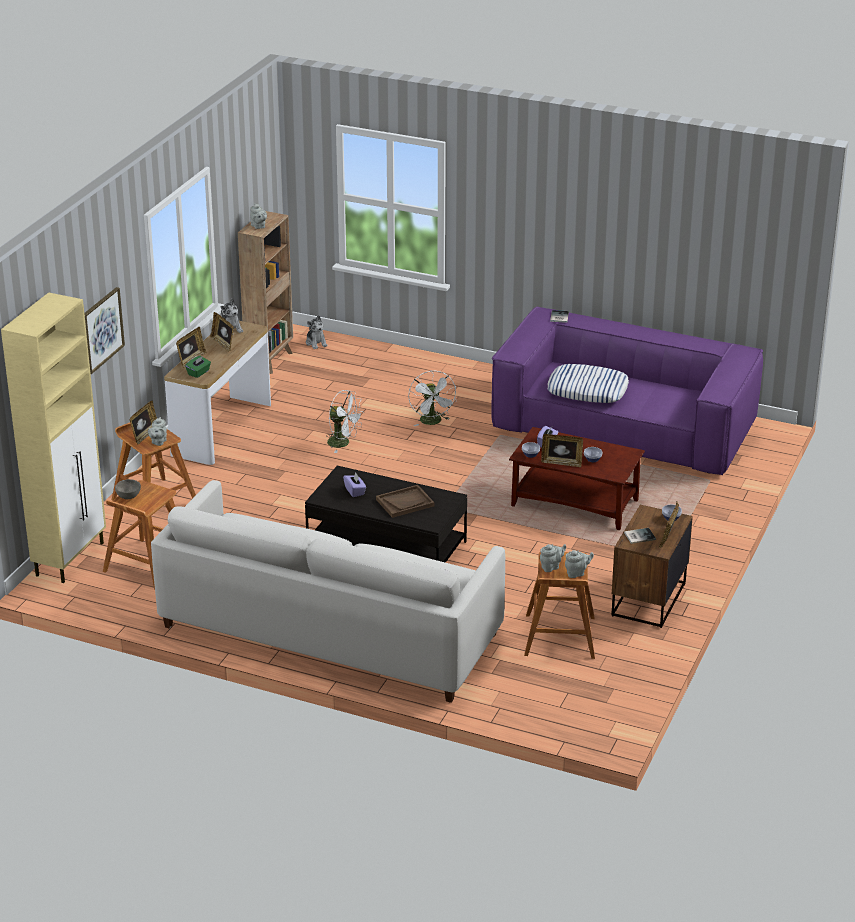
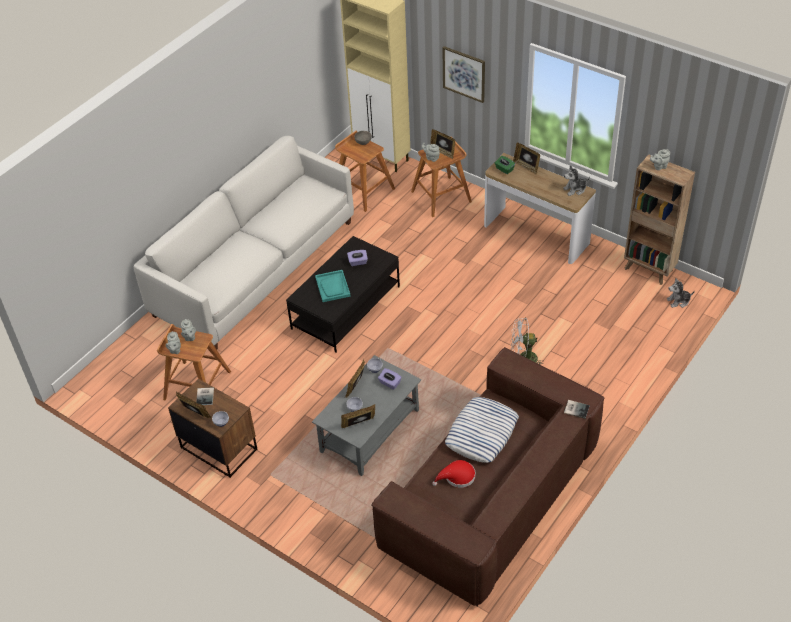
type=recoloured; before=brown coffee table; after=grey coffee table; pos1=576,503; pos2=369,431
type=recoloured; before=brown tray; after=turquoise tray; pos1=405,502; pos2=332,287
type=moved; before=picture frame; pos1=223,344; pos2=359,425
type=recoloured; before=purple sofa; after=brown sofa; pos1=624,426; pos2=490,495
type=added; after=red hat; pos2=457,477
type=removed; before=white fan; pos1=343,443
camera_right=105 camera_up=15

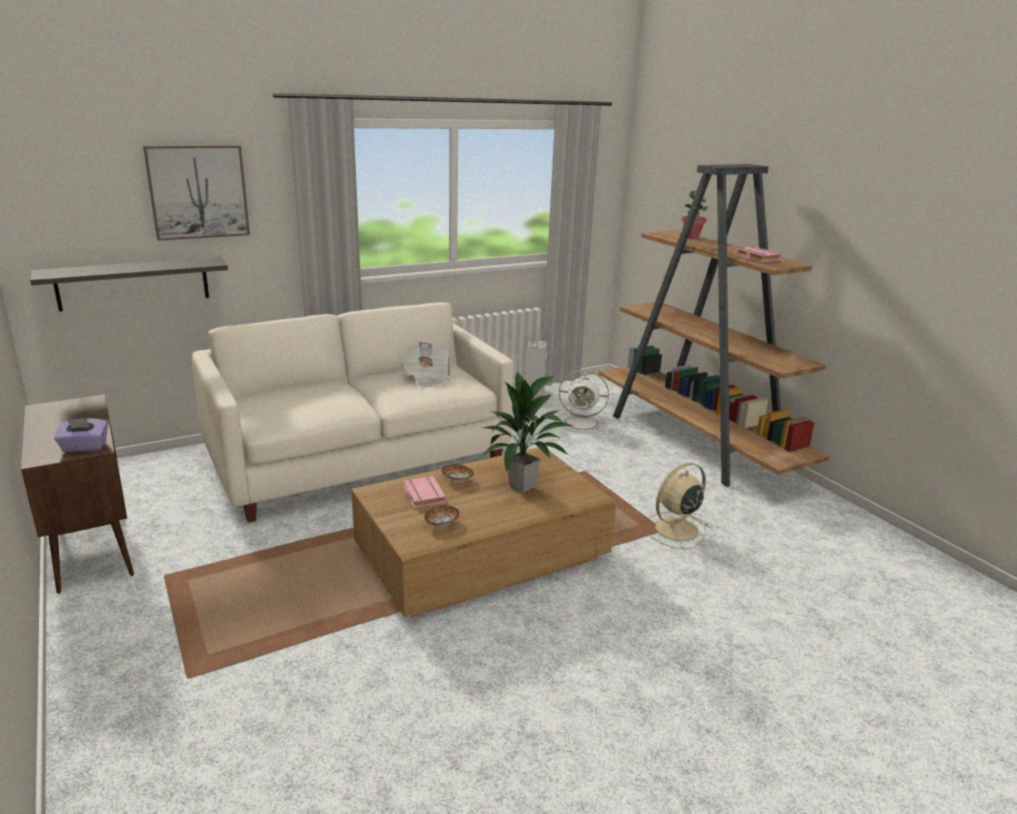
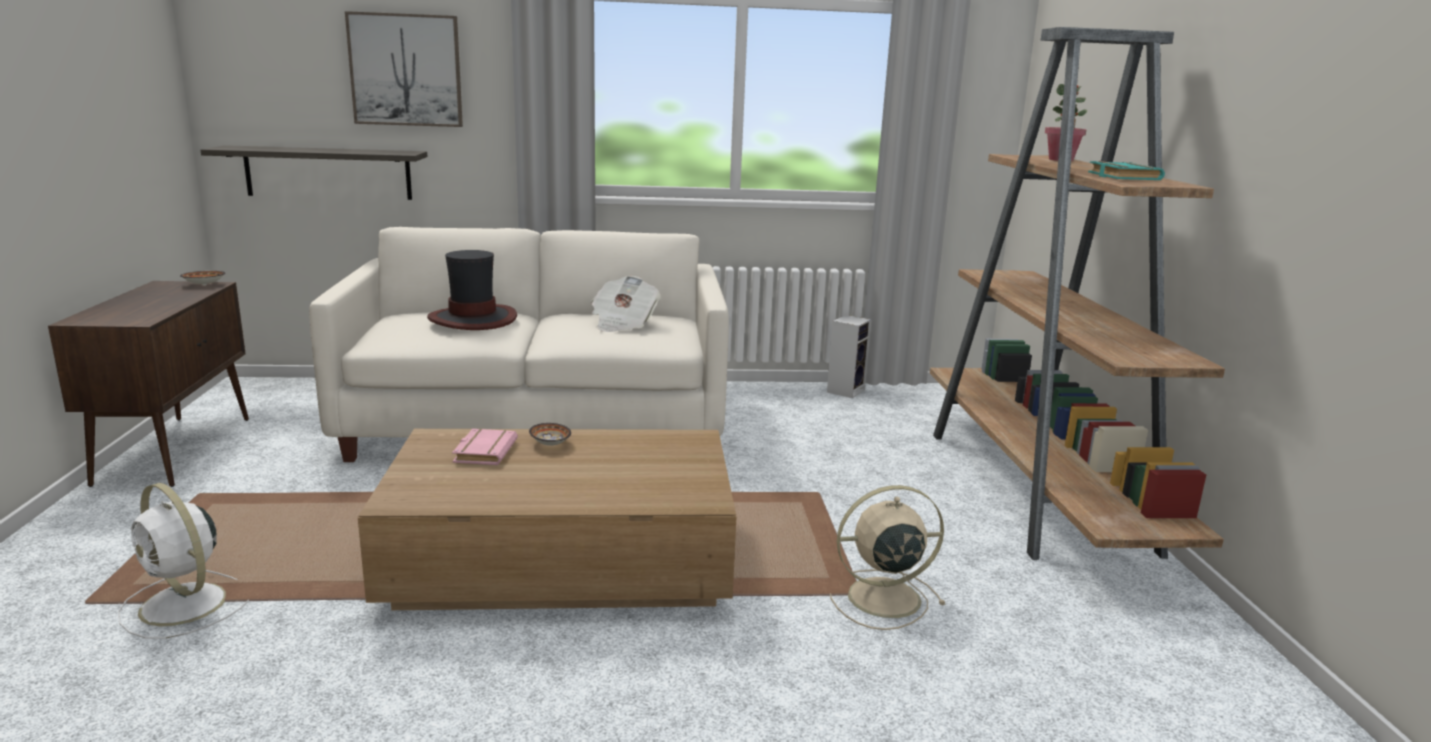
type=moved; before=white fan; pos1=583,423; pos2=185,605
type=moved; before=bowl; pos1=443,524; pos2=205,285
type=added; after=hat; pos2=473,319
type=recoloured; before=pink book; after=turquoise book; pos1=755,258; pos2=1121,177
type=removed; before=purple tissue box; pos1=84,447
type=removed; before=potted plant; pos1=523,486
camera_right=25 camera_up=-5

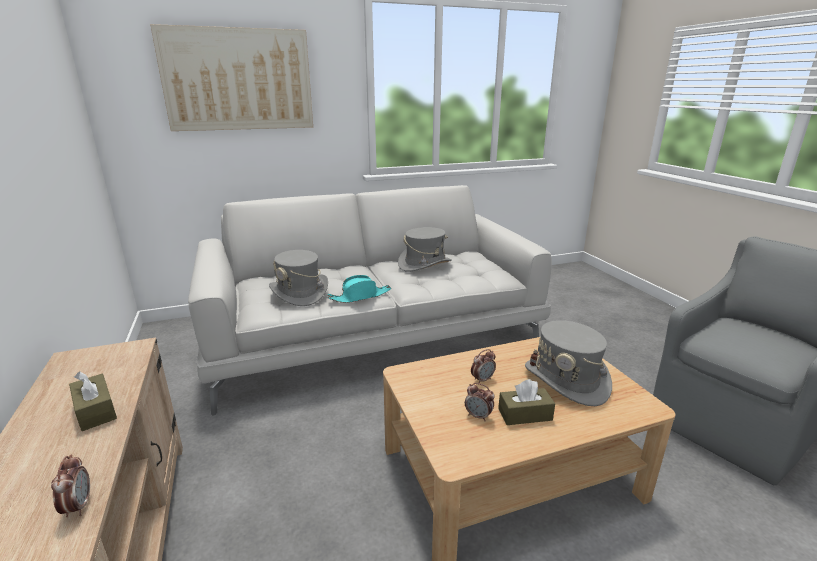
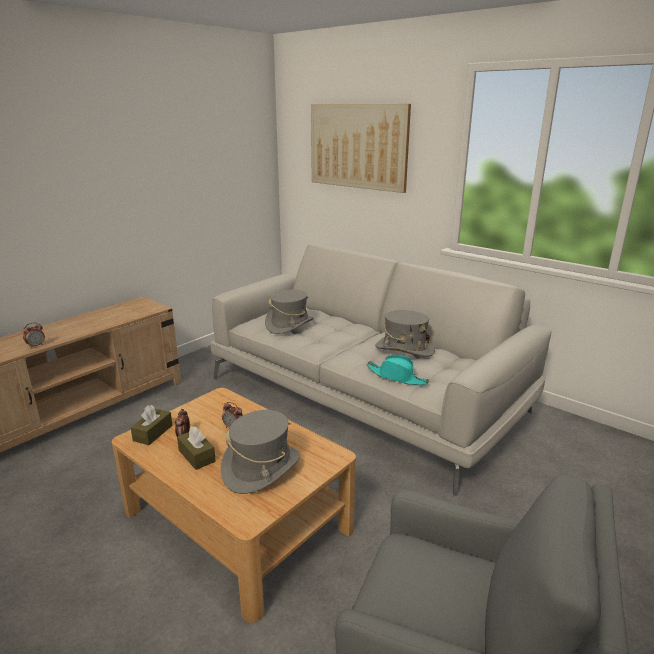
type=moved; before=brown tissue box; pos1=96,410; pos2=153,433
type=moved; before=turquoise hat; pos1=360,296; pos2=397,377
camera_right=60 camera_up=0

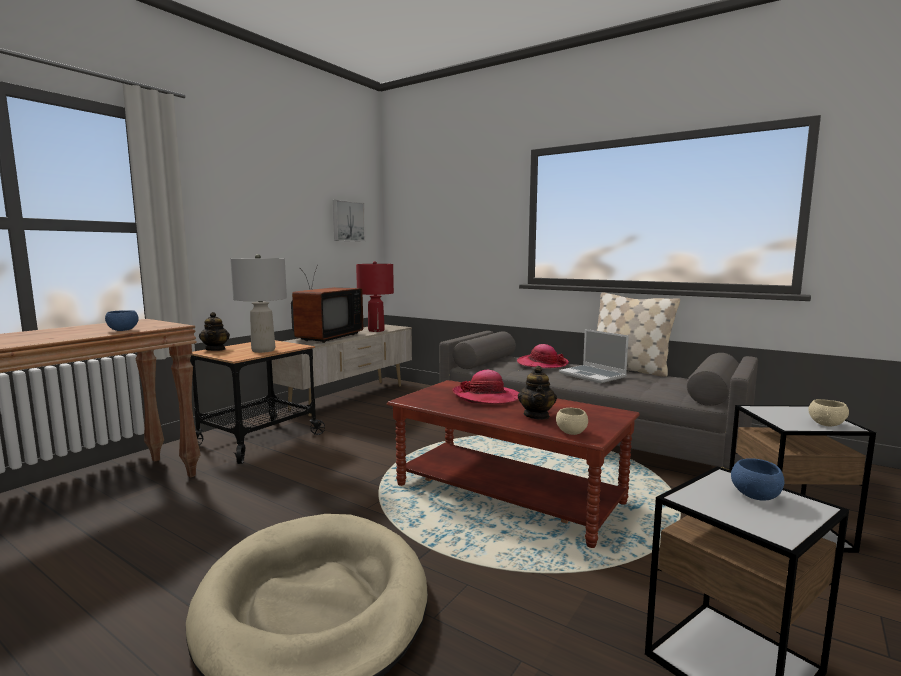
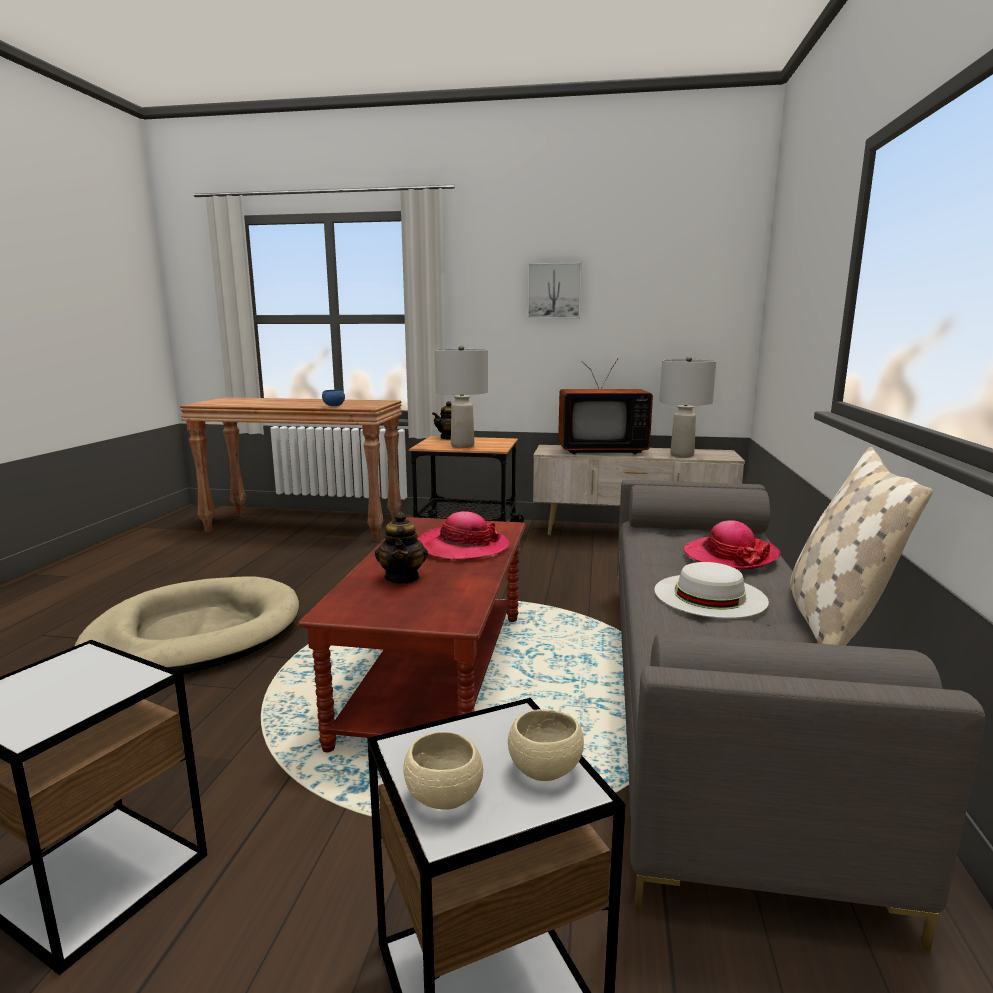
type=turned; before=teapot; pos1=537,415; pos2=403,578; turn=-75
type=moved; before=beige bowl; pos1=571,432; pos2=545,770
type=moved; before=picture; pos1=347,221; pos2=554,291
type=replaced; before=laptop; after=white hat; pos1=593,375; pos2=709,595
type=recoloured; before=red table lamp; after=grey table lamp; pos1=376,330; pos2=682,455
type=removed; before=blue bowl; pos1=755,496
camera_right=65 camera_up=5

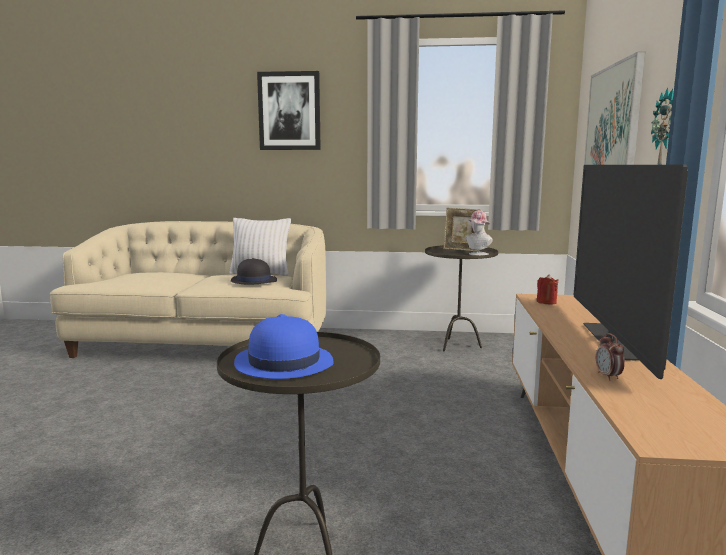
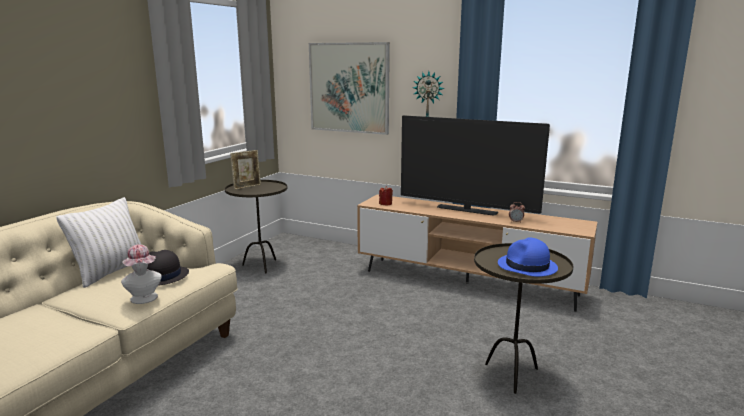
type=moved; before=hat; pos1=477,254; pos2=144,299
type=removed; before=picture; pos1=289,111
camera_right=-70 camera_up=5

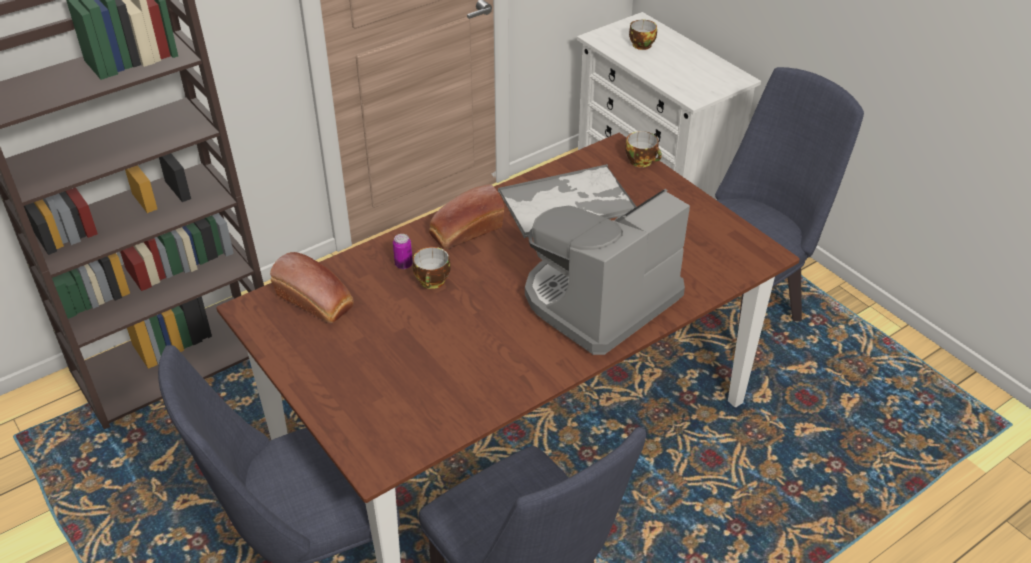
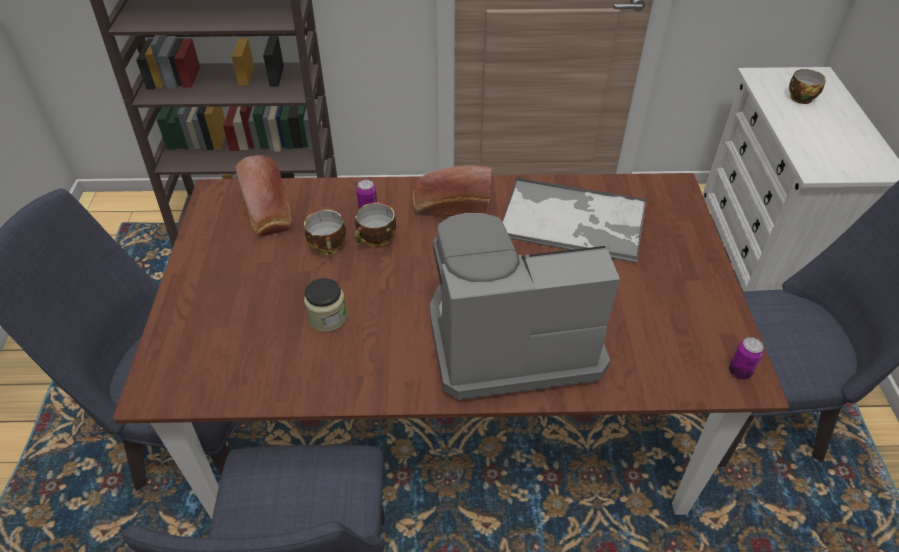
type=moved; before=cup; pos1=642,161; pos2=329,247
type=added; after=jar; pos2=327,318
type=added; after=can; pos2=739,372
camera_right=35 camera_up=5

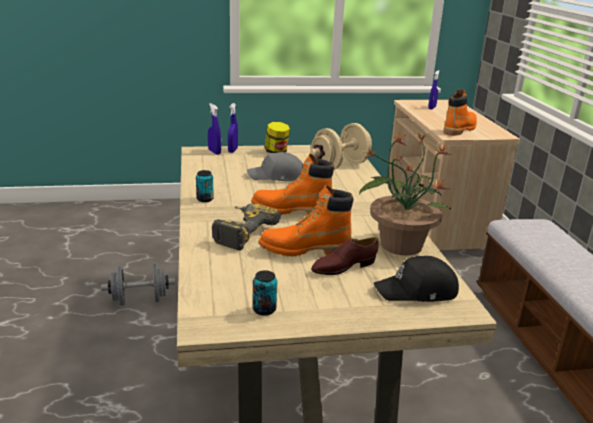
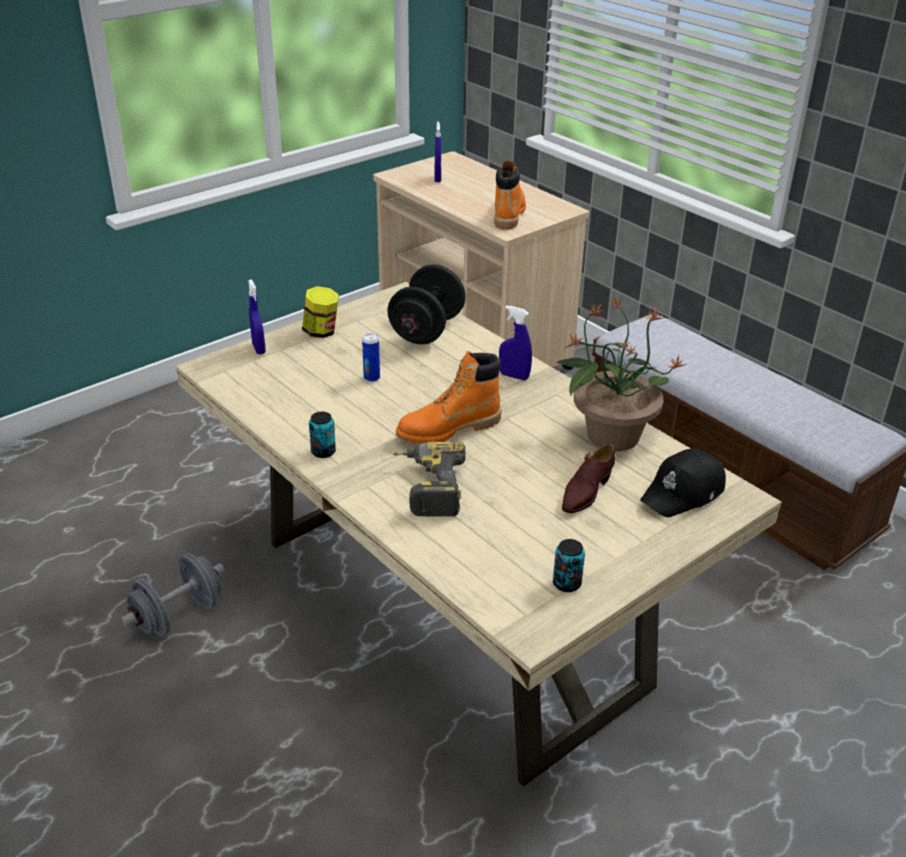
type=replaced; before=grey cap; after=can; pos1=278,177; pos2=371,378
type=recoloured; before=beige dumbbell; after=black dumbbell; pos1=340,165; pos2=427,330
type=moved; before=blue spray bottle; pos1=214,152; pos2=514,376
type=removed; before=orange boot; pos1=305,249
camera_right=-30 camera_up=10

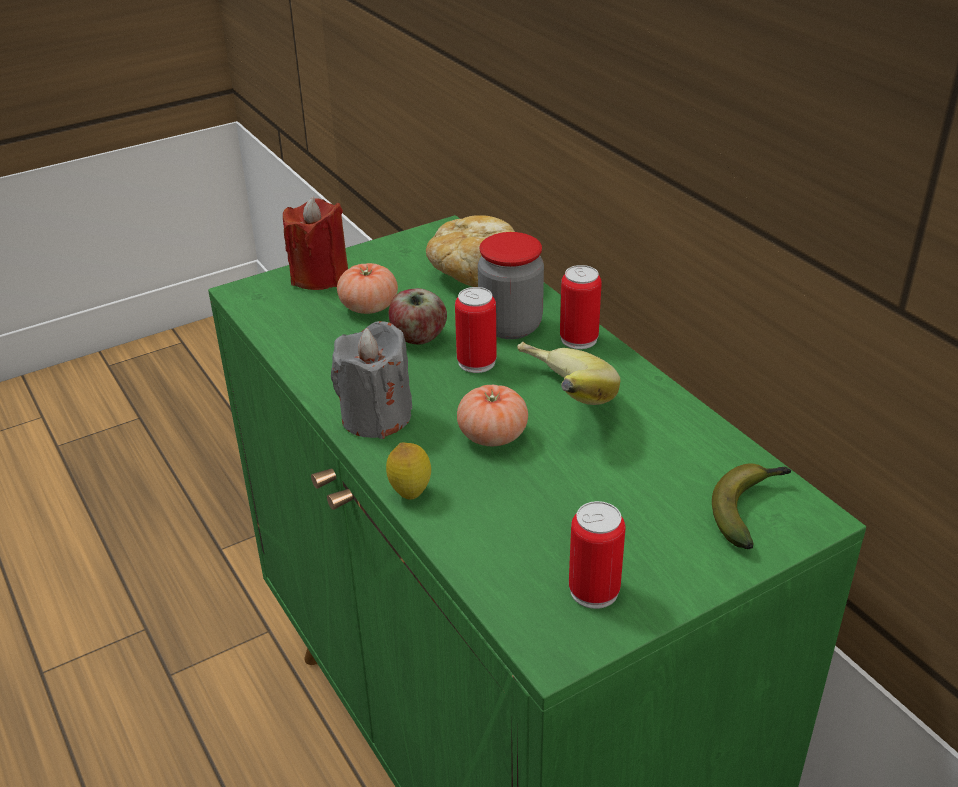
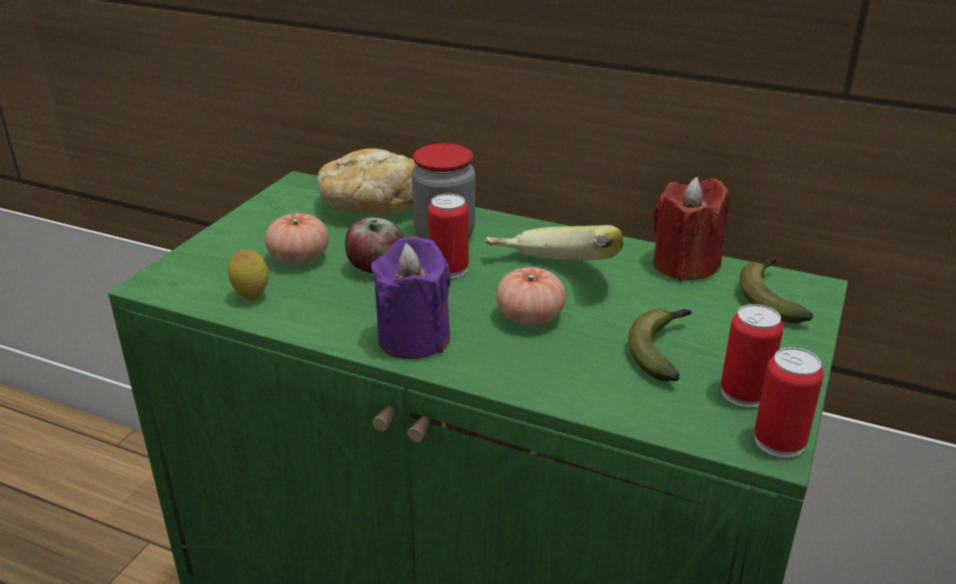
type=moved; before=lemon; pos1=410,493; pos2=251,297
type=recoloured; before=grey candle; after=purple candle; pos1=376,417; pos2=414,339
type=added; after=banana; pos2=662,349
type=moved; before=red candle; pos1=320,276; pos2=685,265
type=moved; before=can; pos1=578,339; pos2=779,442
camera_right=-35 camera_up=-5

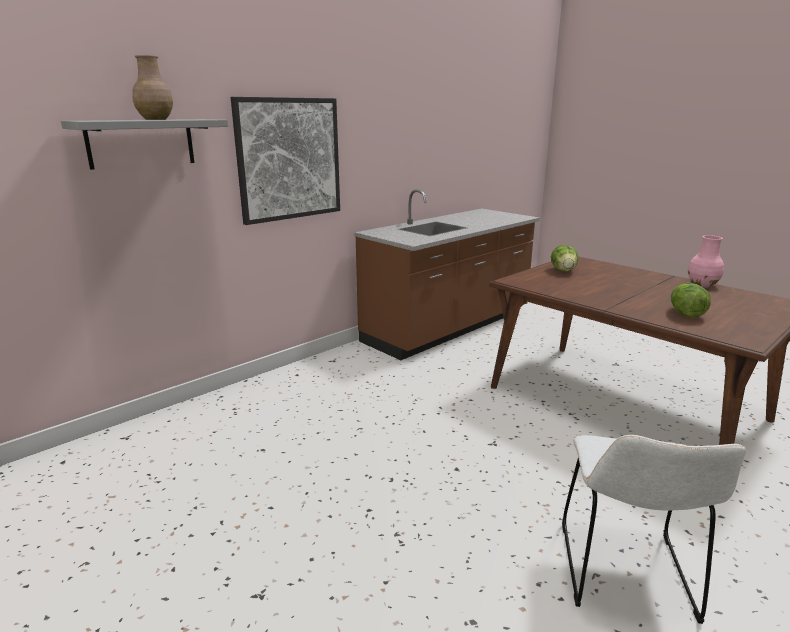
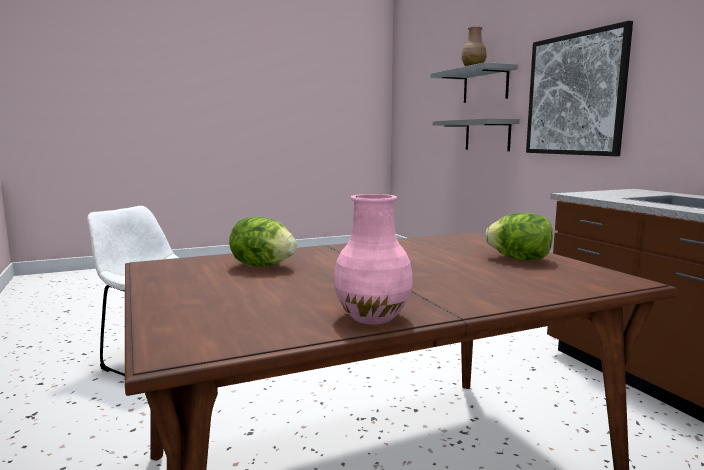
type=added; after=grey shelf; pos2=487,135
camera_right=110 camera_up=-10

